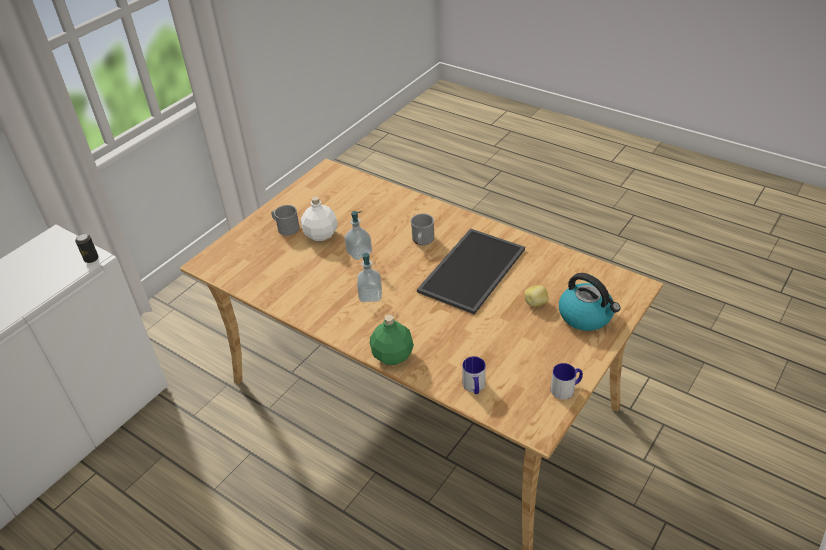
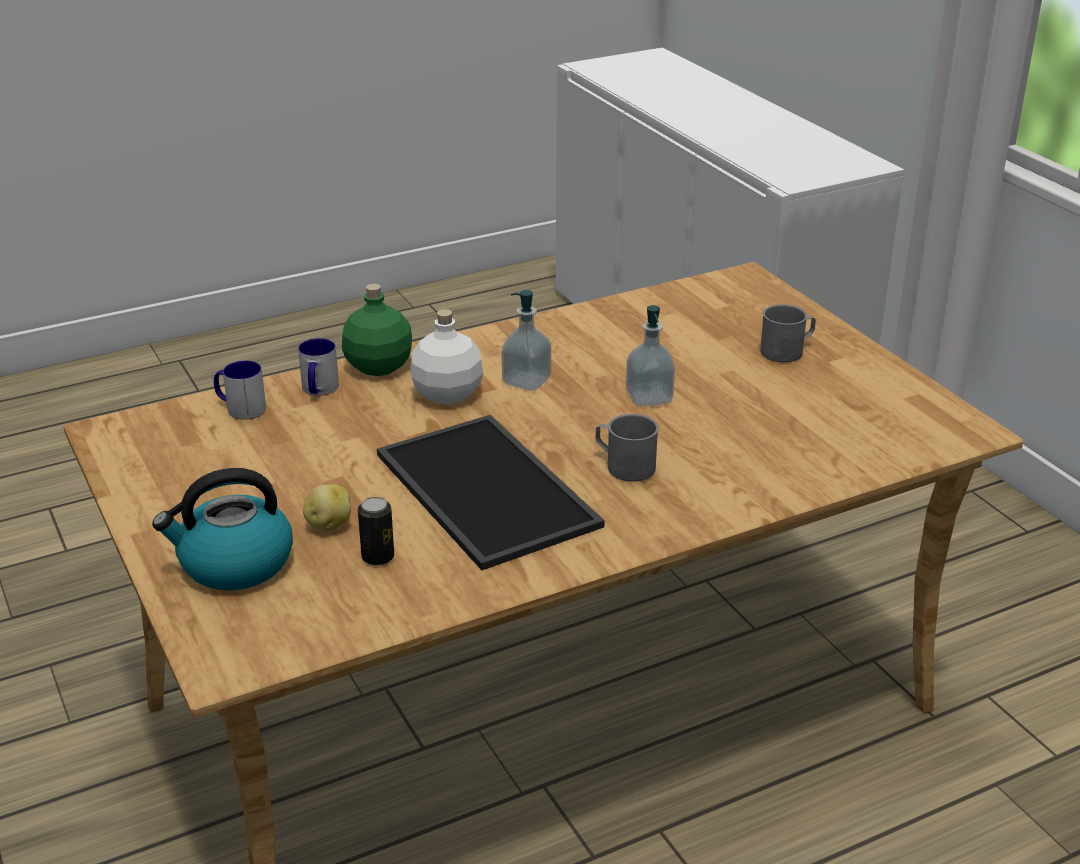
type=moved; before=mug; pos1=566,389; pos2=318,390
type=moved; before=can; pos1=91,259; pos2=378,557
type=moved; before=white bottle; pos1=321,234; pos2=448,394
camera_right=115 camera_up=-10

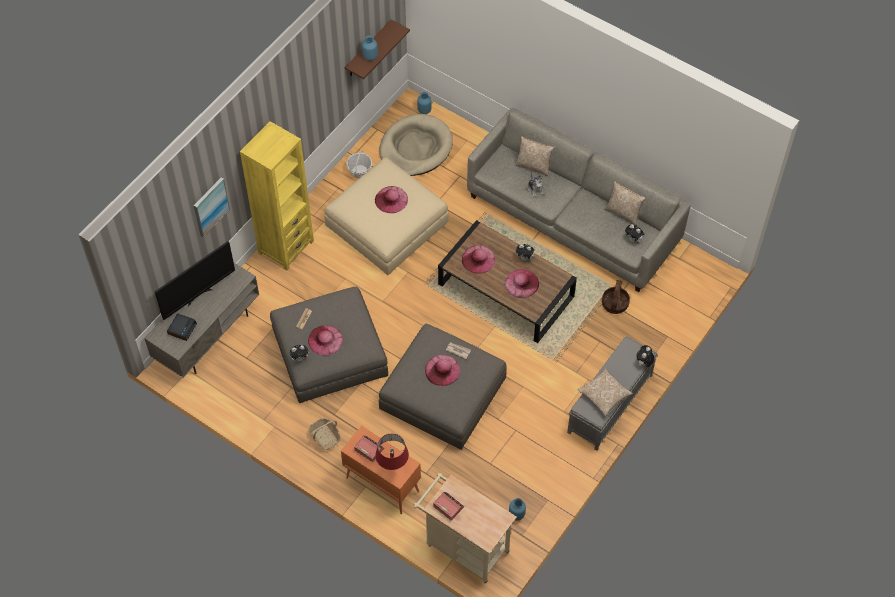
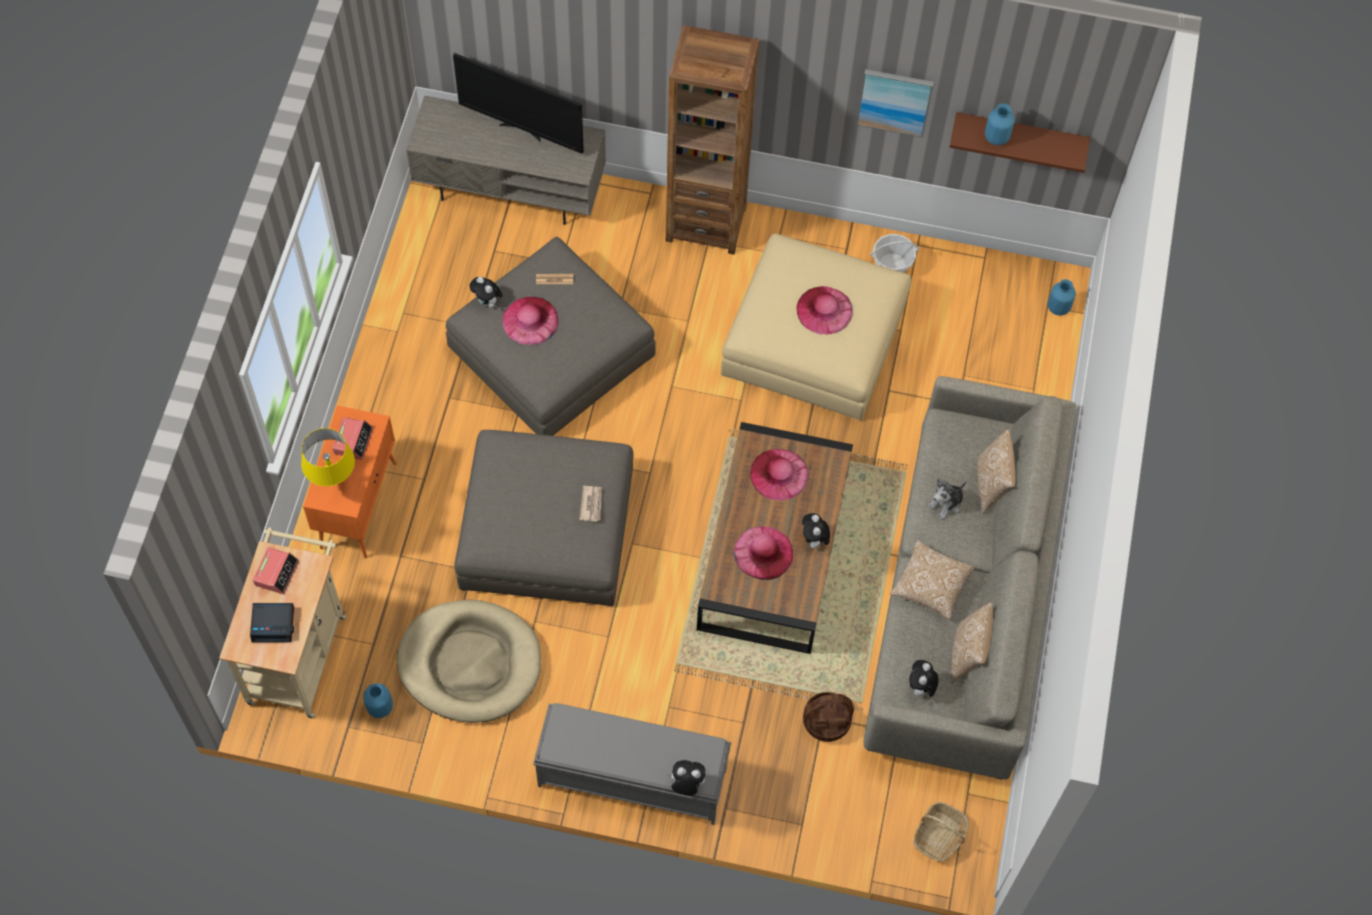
type=moved; before=alarm clock; pos1=182,328; pos2=273,624
type=recoloured; before=red table lamp; after=yellow table lamp; pos1=392,468; pos2=334,483
type=moved; before=beige dog bed; pos1=415,148; pos2=470,663
type=recoloured; before=yellow bookcase; after=brown bookcase; pos1=286,247; pos2=706,223
type=moved; before=picture; pos1=210,206; pos2=894,101
type=moved; before=pillow; pos1=604,395; pos2=931,585
type=moved; before=basket; pos1=325,437; pos2=939,835
type=removed; before=pink hat; pos1=442,370
camera_right=65 camera_up=5

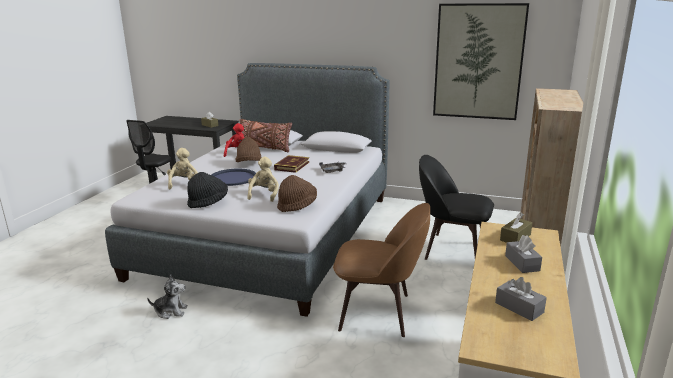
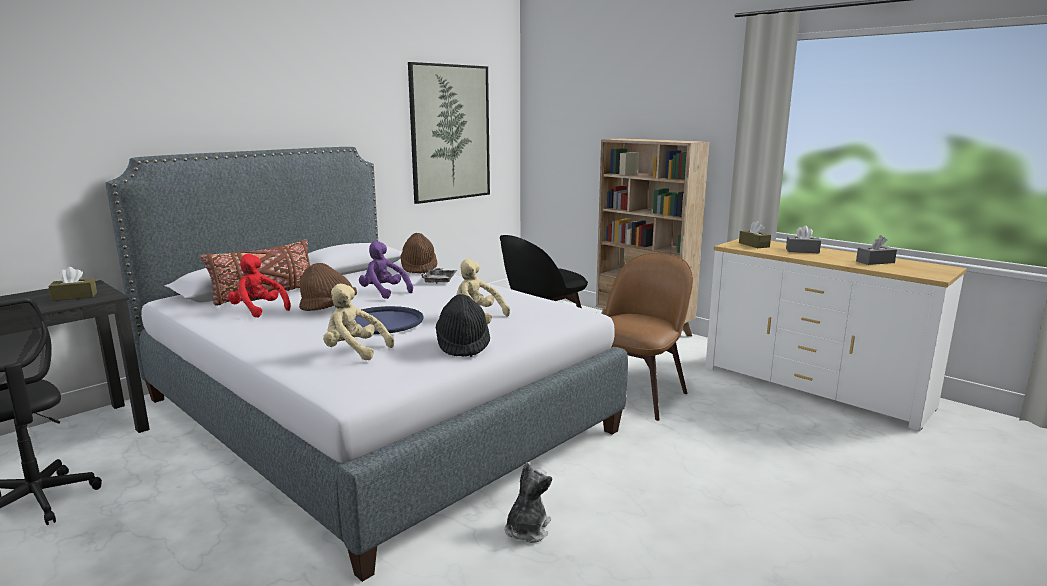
type=replaced; before=book; after=purple plush toy; pos1=292,166; pos2=383,293
type=moved; before=brown hat; pos1=297,206; pos2=419,268
camera_right=-65 camera_up=-5

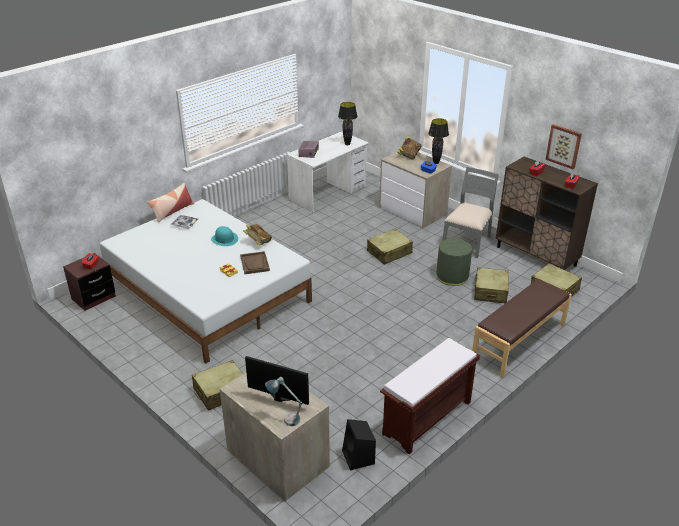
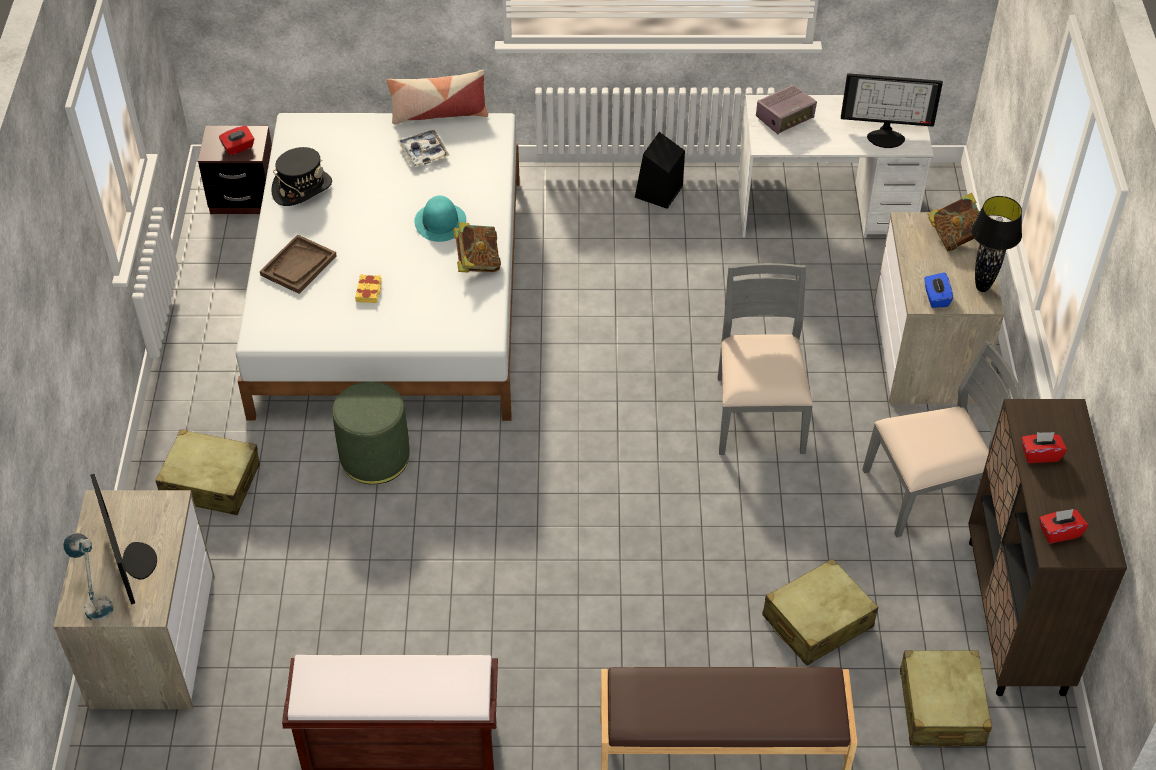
type=moved; before=brown tray; pos1=255,264; pos2=298,266
type=added; after=black hat; pos2=302,188
type=moved; before=green ottoman; pos1=452,276; pos2=375,457
type=moved; before=black speaker; pos1=358,458; pos2=658,193
type=replaced; before=beige suitcase; after=grey chair; pos1=389,252; pos2=758,413
type=replaced; before=black table lamp; after=monitor; pos1=347,144; pos2=886,136
type=removed; before=picture; pos1=564,146
camera_right=45 camera_up=15

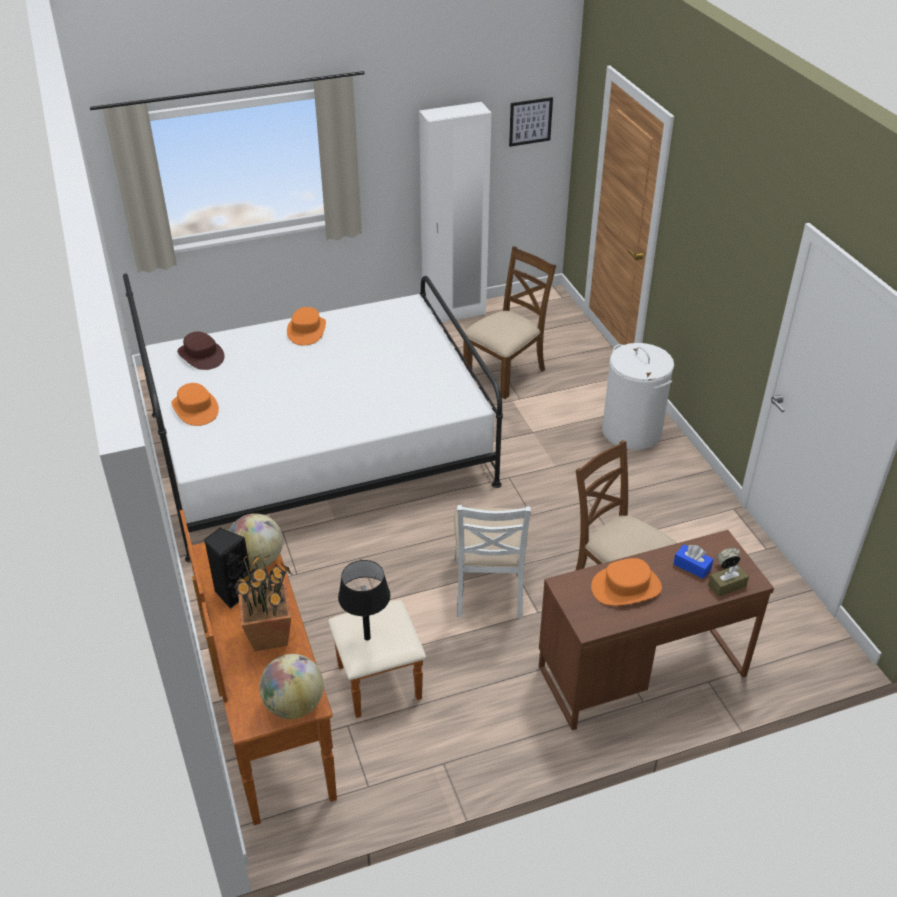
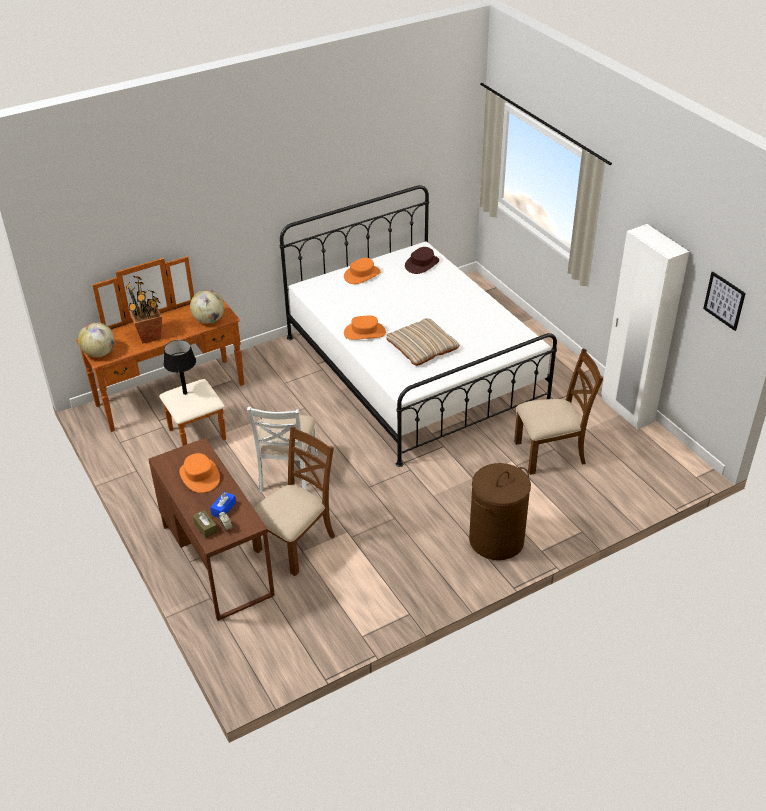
type=turned; before=white chair; pos1=489,587; pos2=287,473; turn=-75
type=moved; before=orange hat; pos1=306,330; pos2=364,332
type=added; after=beige pillow; pos2=422,346
type=recoloured; before=white laundry basket; after=brown laundry basket; pos1=632,431; pos2=496,540
type=turned; before=brown chair; pos1=506,372; pos2=550,452; turn=-45
type=removed; before=black speaker; pos1=233,593
camera_right=80 camera_up=0

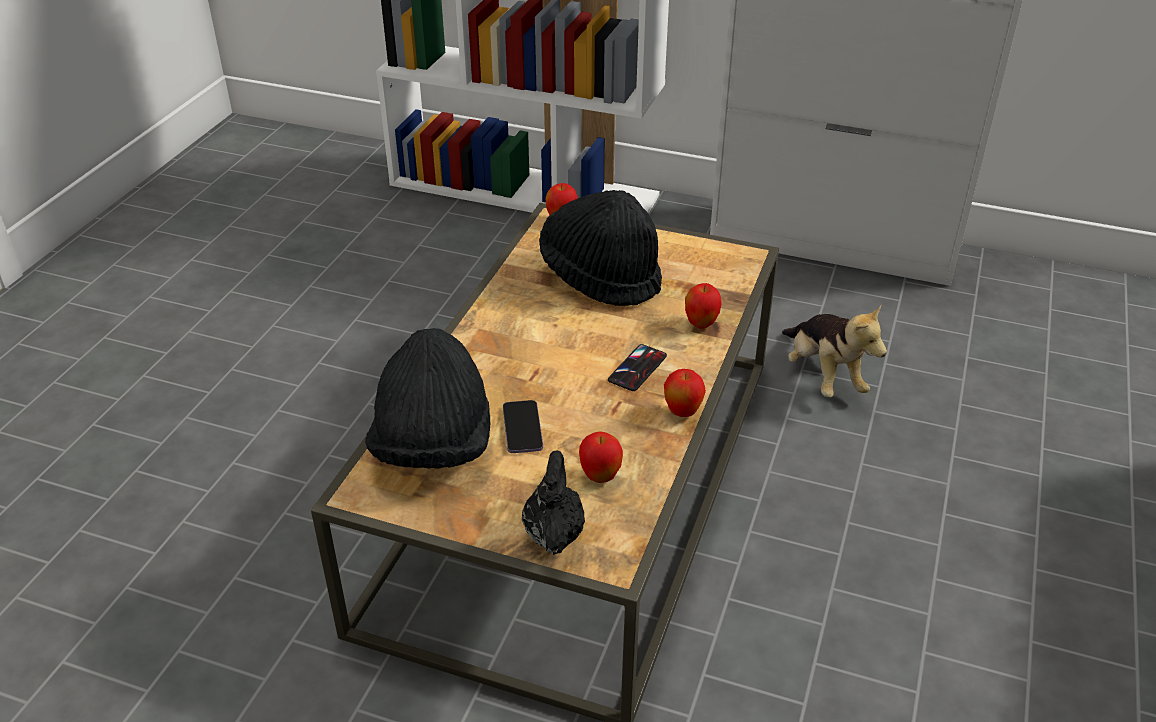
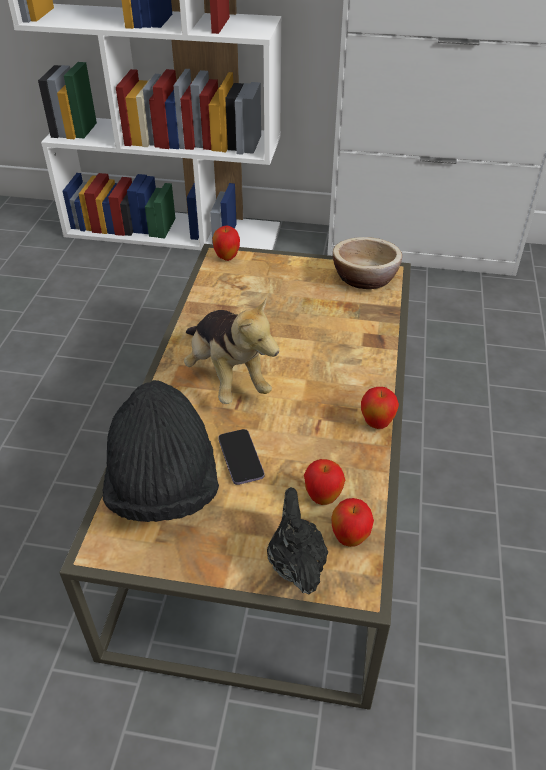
type=moved; before=plush toy; pos1=823,376; pos2=227,376
type=moved; before=apple; pos1=701,324; pos2=350,538
type=added; after=bowl; pos2=364,278
type=removed; before=black hat; pos1=601,276
type=removed; before=phone; pos1=637,368
camera_right=-10 camera_up=5

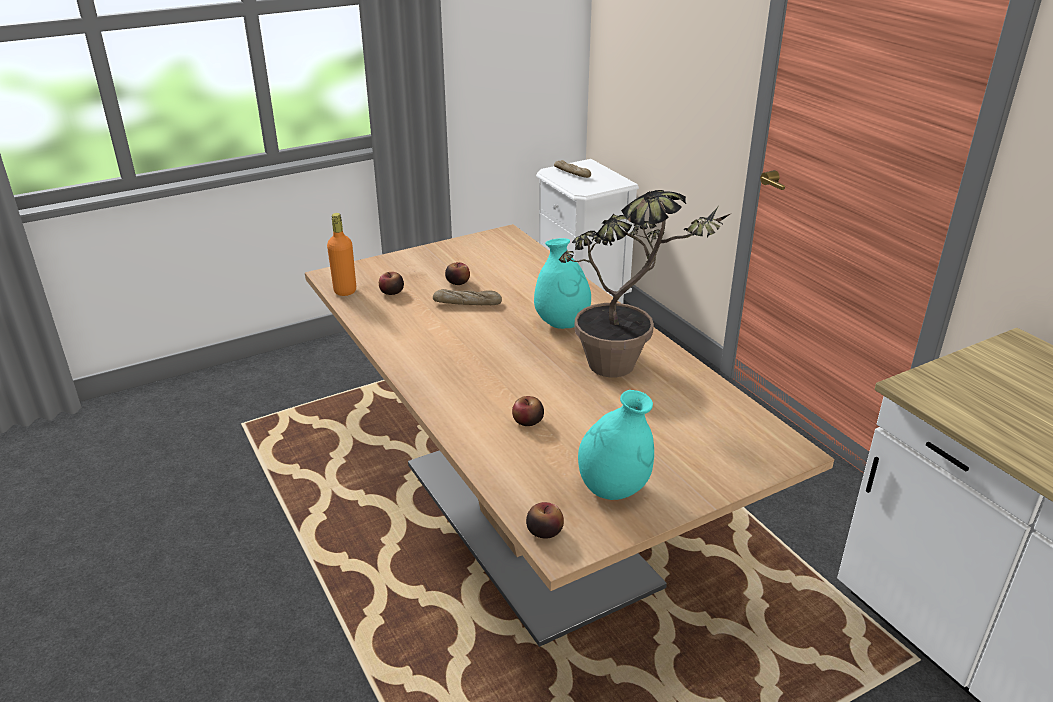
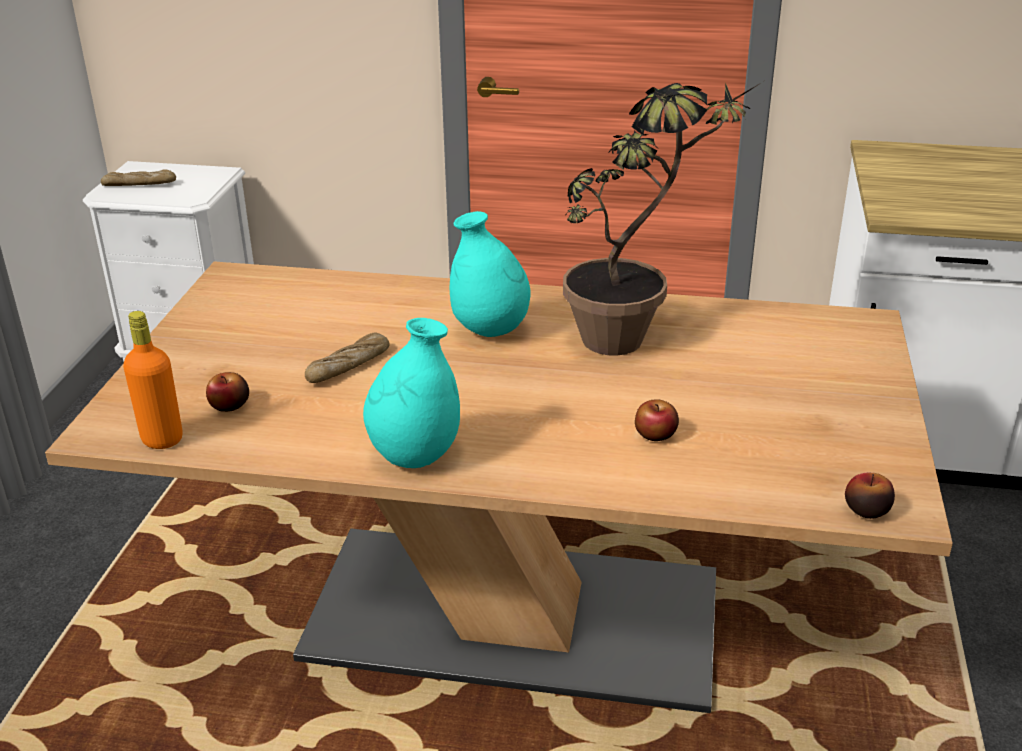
type=moved; before=turquoise vase; pos1=613,489; pos2=415,455
type=removed; before=apple; pos1=458,282
camera_right=-50 camera_up=0

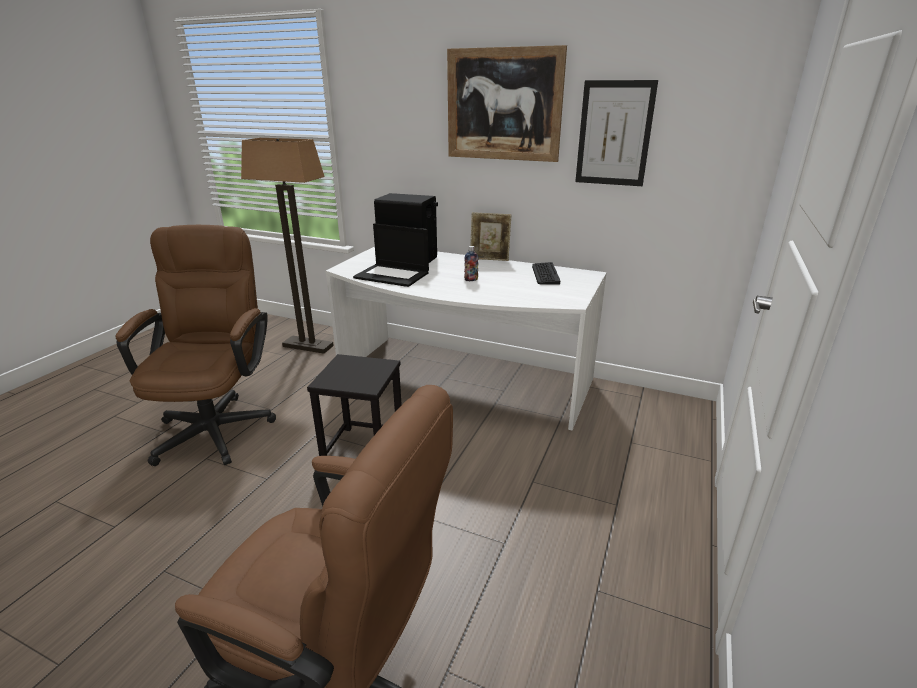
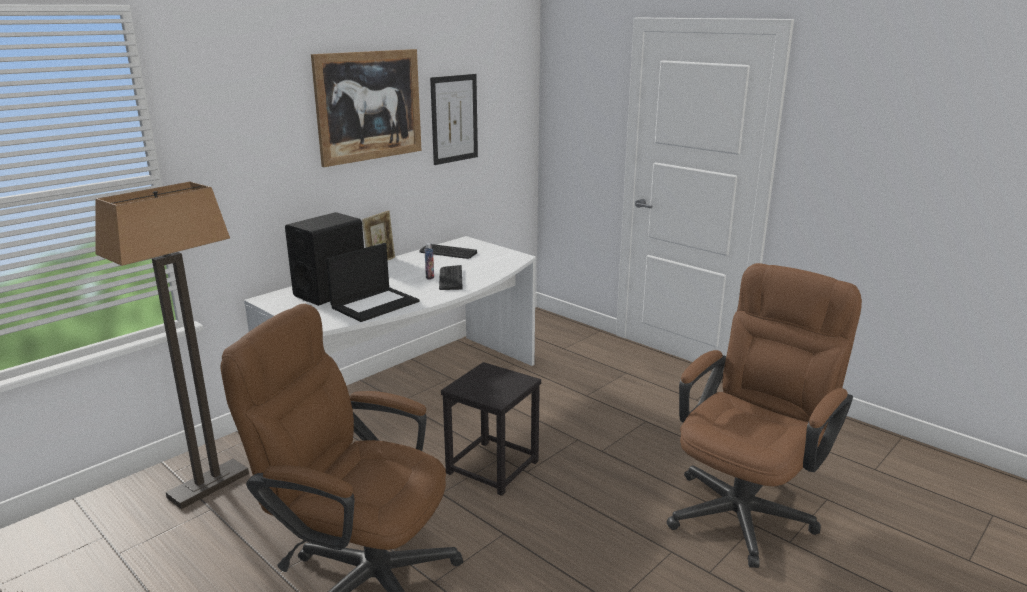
type=added; after=keyboard; pos2=450,278
camera_right=-70 camera_up=-5

